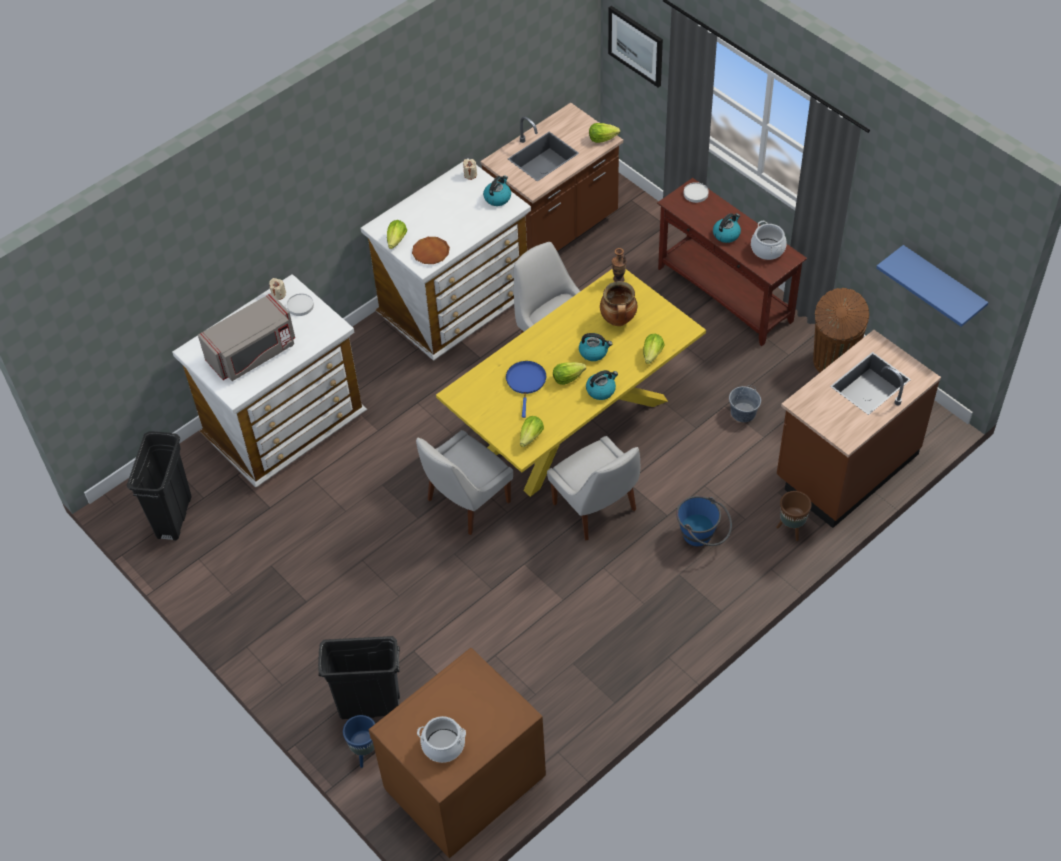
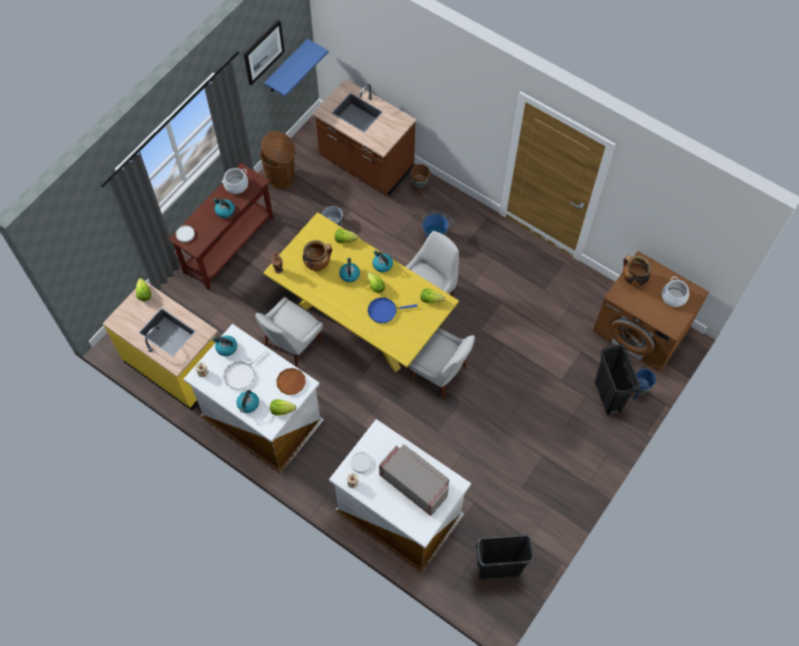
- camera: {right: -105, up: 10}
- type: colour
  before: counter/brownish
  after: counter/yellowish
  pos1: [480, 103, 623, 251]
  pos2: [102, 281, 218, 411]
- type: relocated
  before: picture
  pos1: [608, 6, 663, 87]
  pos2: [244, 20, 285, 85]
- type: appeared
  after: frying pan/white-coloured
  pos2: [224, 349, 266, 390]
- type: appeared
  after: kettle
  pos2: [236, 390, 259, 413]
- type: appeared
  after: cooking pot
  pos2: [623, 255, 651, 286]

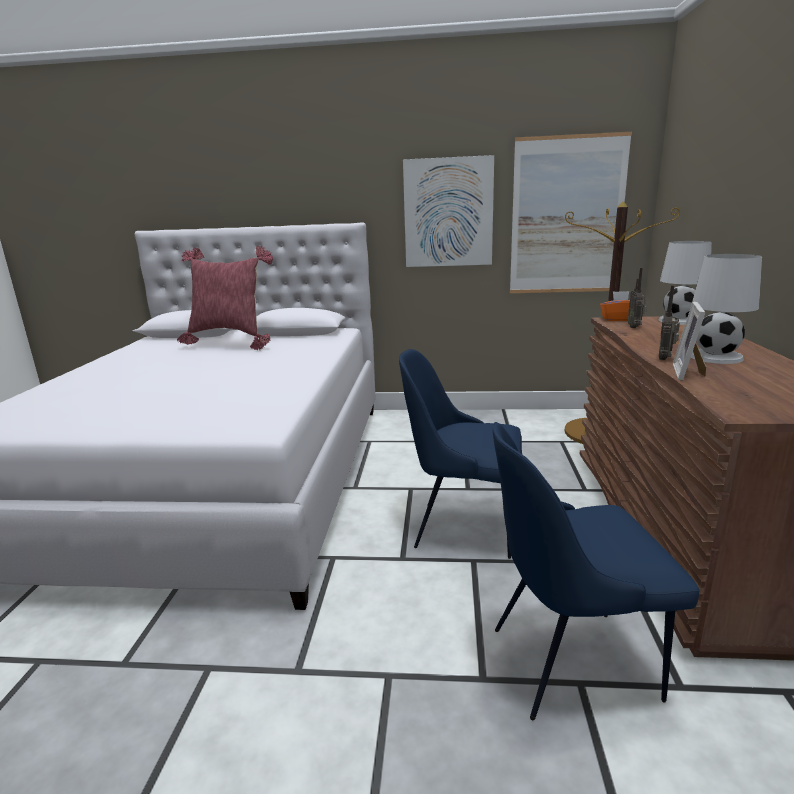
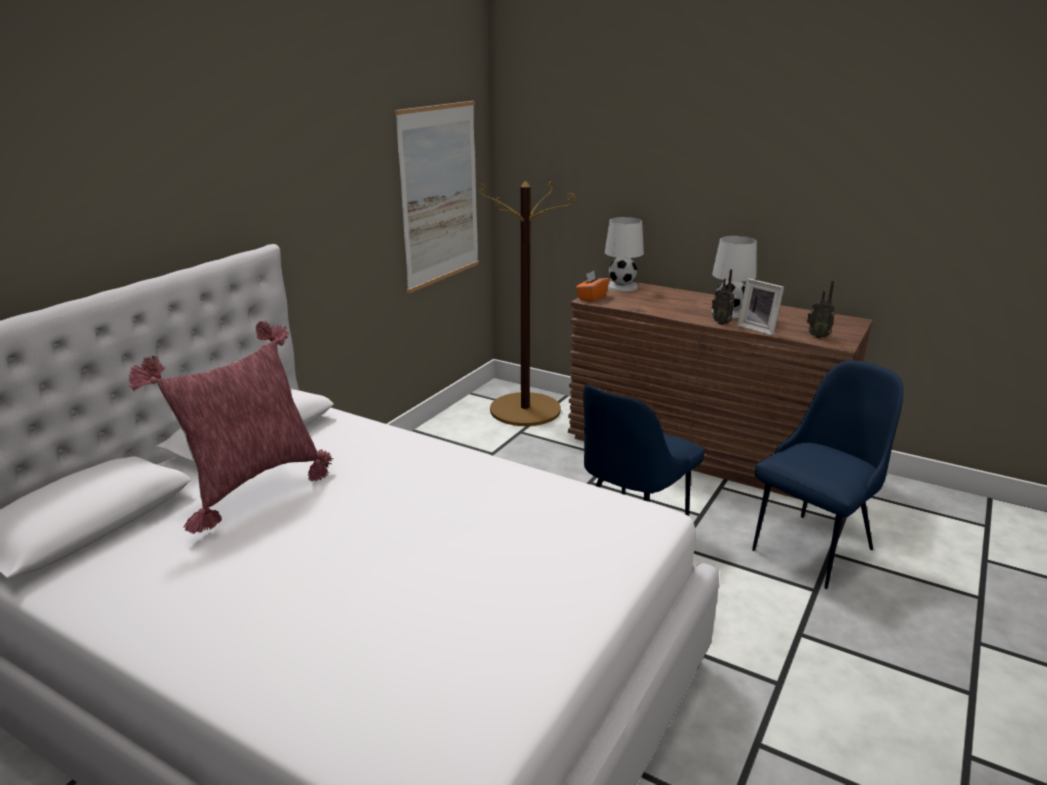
- camera: {right: -65, up: 5}
- type: missing
  before: picture
  pos1: [403, 155, 494, 267]
- type: spun
  before: chair/bluish
  pos1: [493, 422, 700, 720]
  pos2: [752, 360, 904, 589]
  turn: -150
- type: relocated
  before: radio set
  pos1: [628, 268, 647, 328]
  pos2: [807, 280, 835, 339]

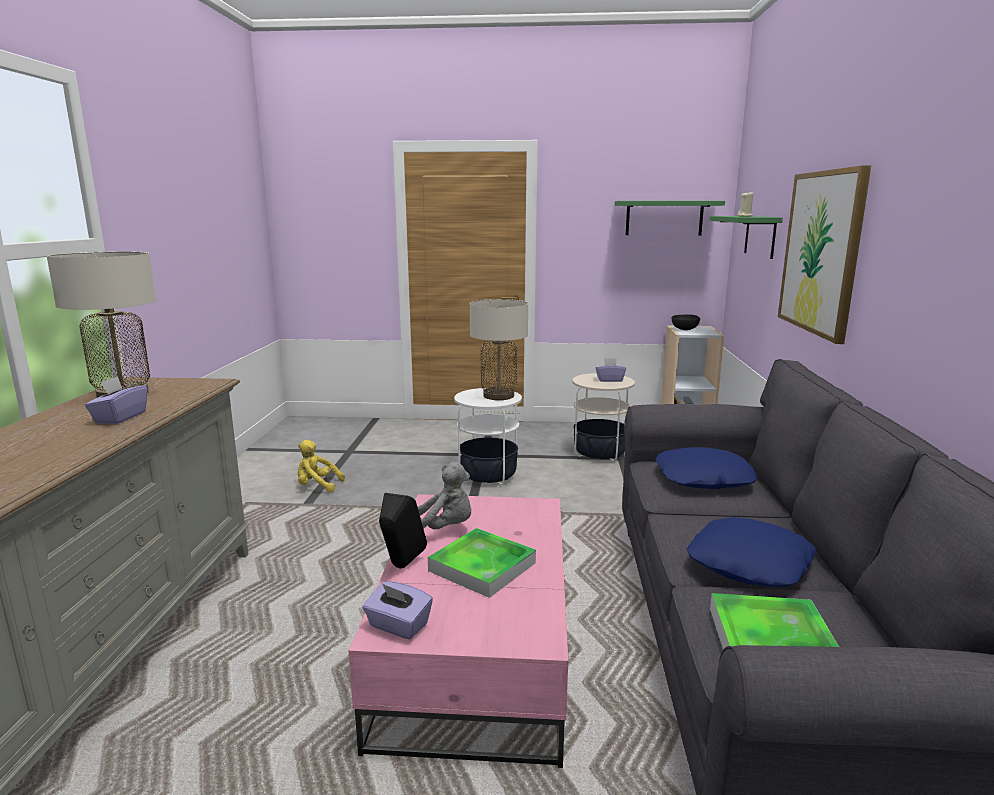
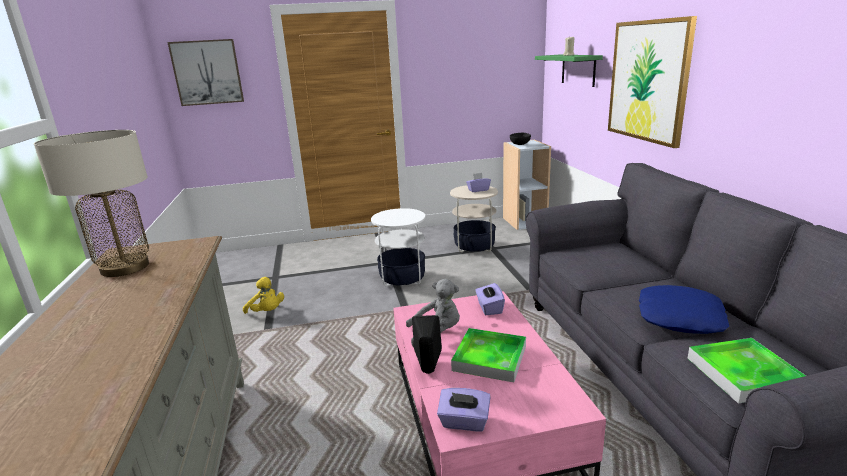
- camera: {right: -15, up: 5}
- type: relocated
  before: tissue holder/purplish
  pos1: [85, 376, 147, 424]
  pos2: [475, 283, 505, 315]
- type: spun
  before: cuddly toy/yellowish
  pos1: [298, 440, 345, 492]
  pos2: [243, 277, 284, 314]
  turn: -135
- type: missing
  before: table lamp
  pos1: [470, 299, 528, 400]
- type: missing
  before: shelf/greenish
  pos1: [615, 201, 725, 235]
- type: missing
  before: pillow/bluish
  pos1: [655, 447, 758, 489]
- type: appeared
  after: picture
  pos2: [167, 39, 244, 106]

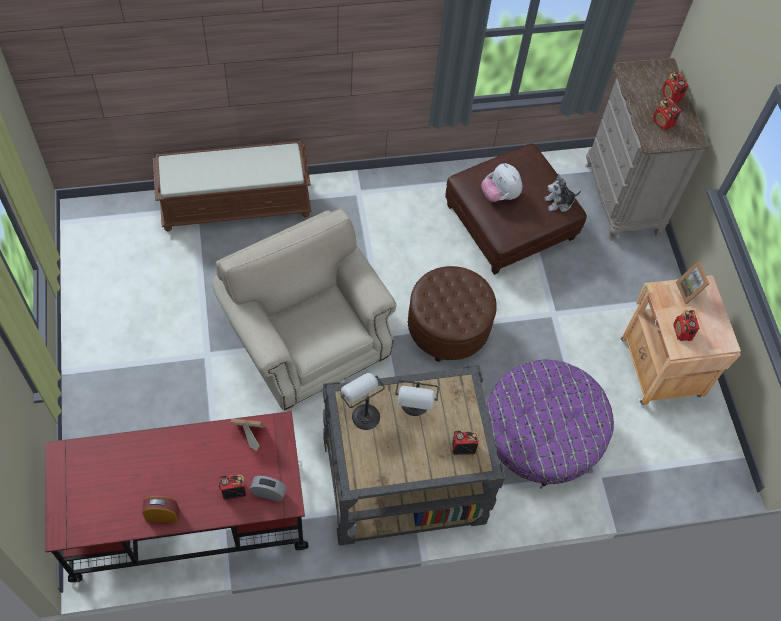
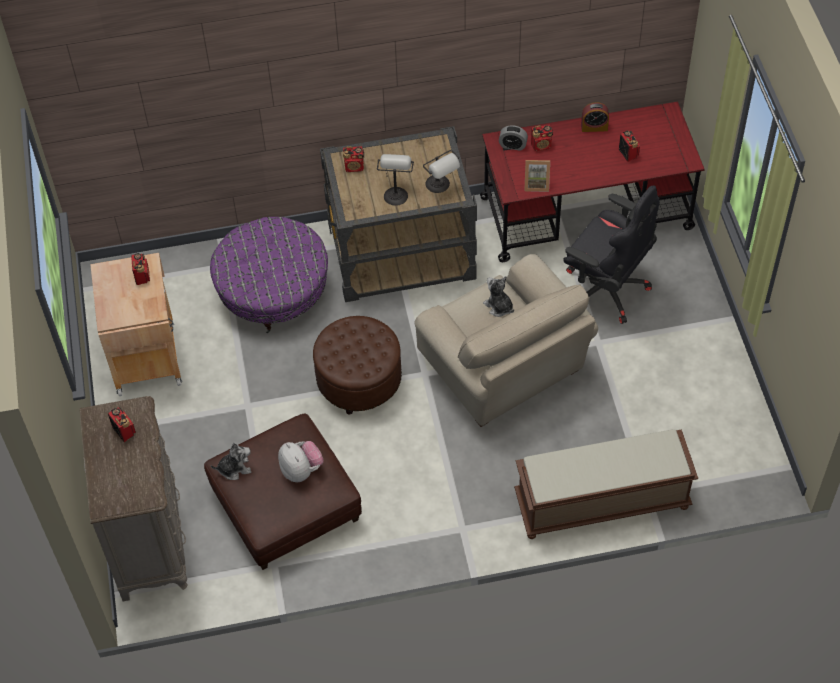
- camera: {right: -175, up: -5}
- type: relocated
  before: radio set
  pos1: [662, 71, 688, 103]
  pos2: [619, 131, 640, 162]
- type: missing
  before: picture frame
  pos1: [676, 261, 710, 304]
- type: appeared
  after: cuddly toy
  pos2: [483, 276, 514, 317]
- type: appeared
  after: desk chair/black-coloured
  pos2: [563, 185, 660, 324]

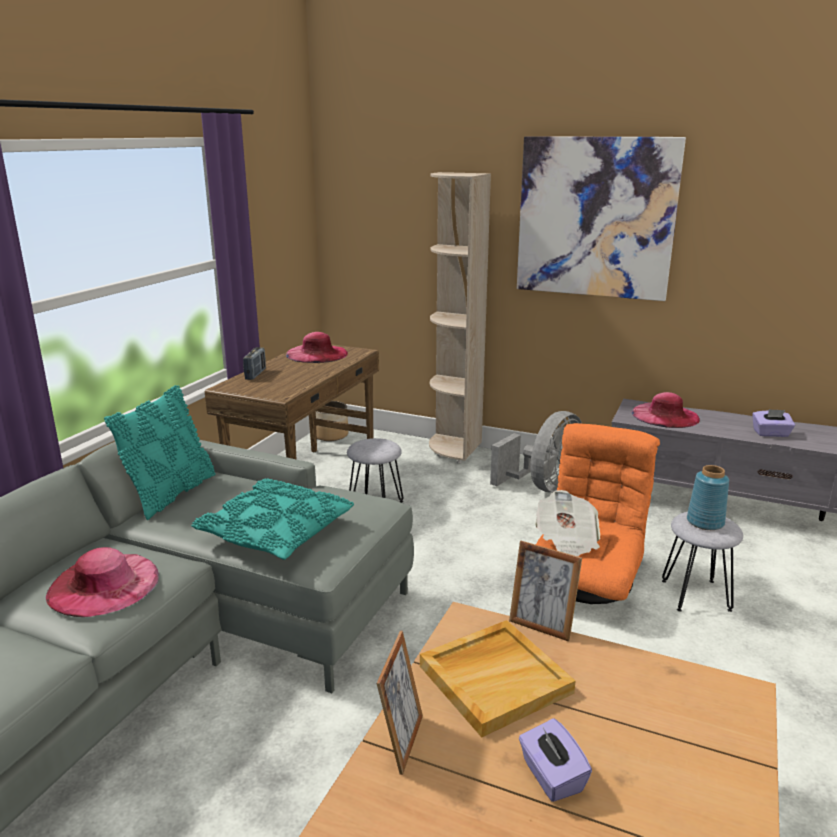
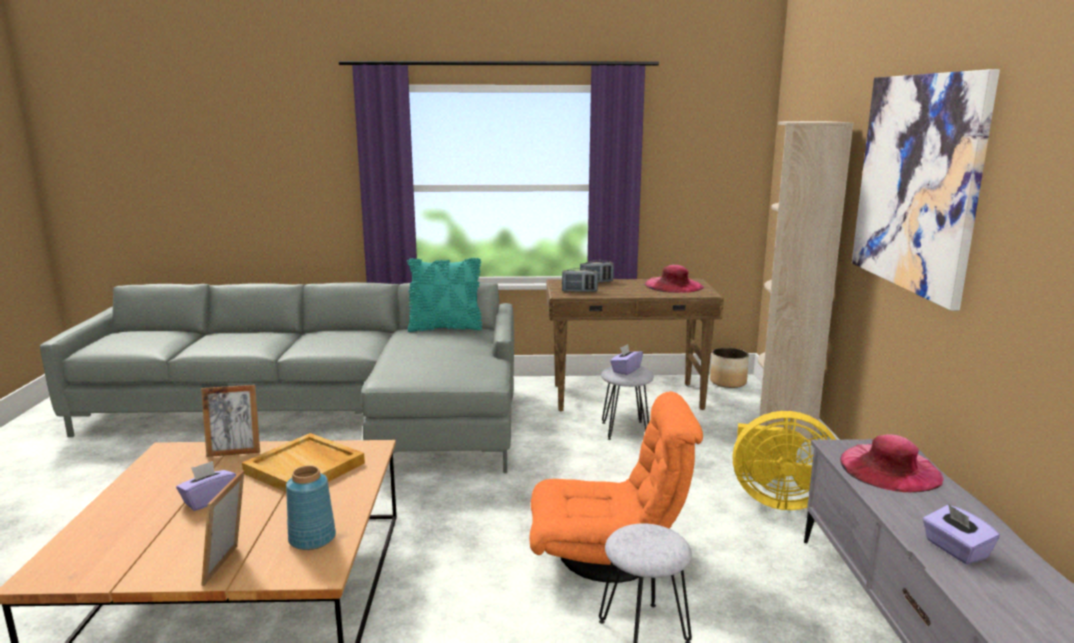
- camera: {right: 65, up: -5}
- type: missing
  before: hat/pinkish
  pos1: [45, 547, 159, 617]
- type: missing
  before: pillow/turquoise-coloured
  pos1: [191, 478, 354, 560]
- type: colour
  before: fan/gray
  after: fan/yellowish
  pos1: [490, 411, 582, 493]
  pos2: [733, 411, 836, 510]
- type: relocated
  before: picture frame
  pos1: [509, 541, 582, 642]
  pos2: [201, 470, 244, 586]
- type: missing
  before: newspaper
  pos1: [535, 490, 600, 556]
- type: relocated
  before: flower vase/bluish
  pos1: [687, 465, 729, 530]
  pos2: [286, 466, 336, 550]
- type: appeared
  after: radio set
  pos2: [562, 268, 598, 292]
- type: appeared
  after: tissue holder/purplish
  pos2: [610, 344, 643, 375]

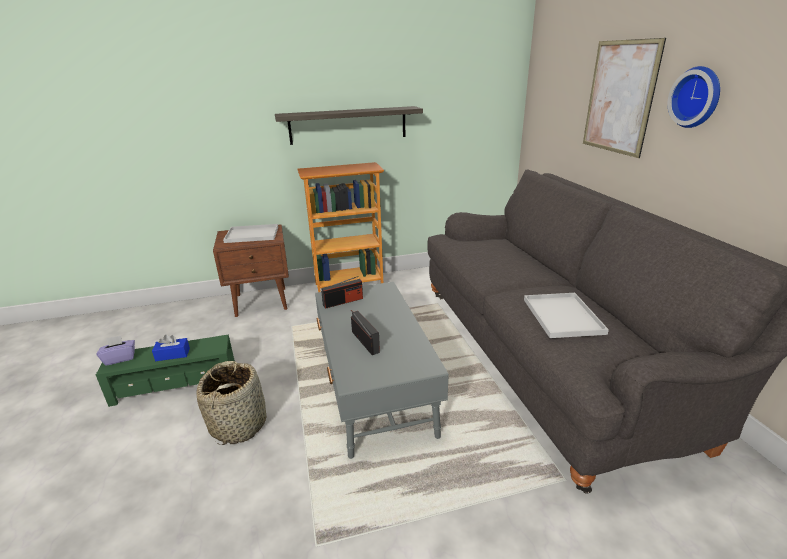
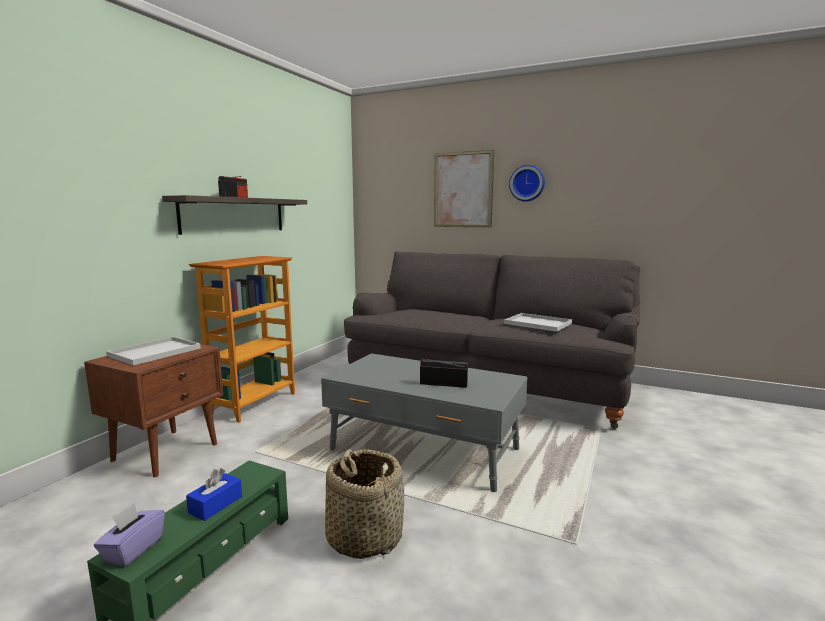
- camera: {right: -50, up: -15}
- type: relocated
  before: radio set
  pos1: [321, 276, 363, 309]
  pos2: [218, 176, 248, 198]

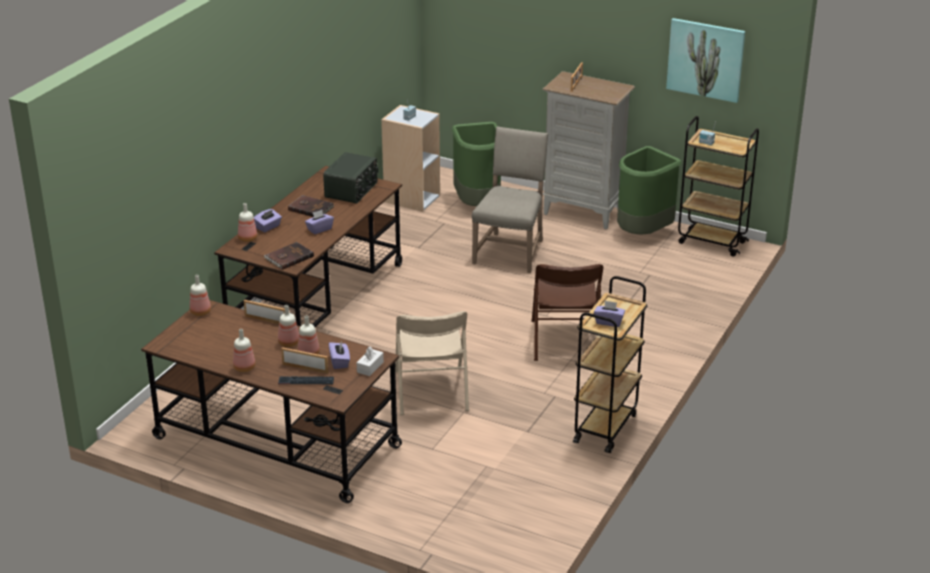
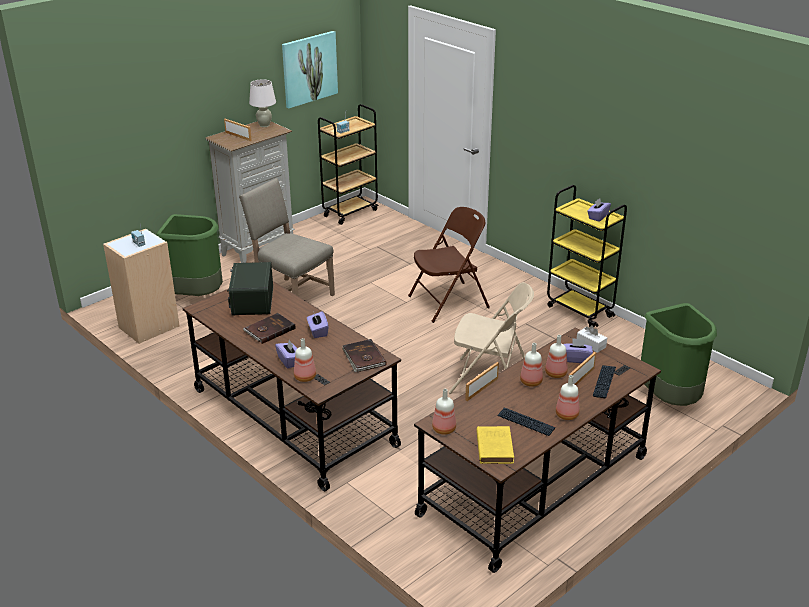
- camera: {right: -70, up: 0}
- type: spun
  before: radio set
  pos1: [323, 152, 378, 204]
  pos2: [227, 262, 273, 316]
  turn: -135
- type: spun
  before: chair/brownish
  pos1: [531, 264, 603, 361]
  pos2: [408, 207, 490, 323]
  turn: -45
- type: colour
  before: cart/brownish
  after: cart/yellowish
  pos1: [573, 276, 647, 453]
  pos2: [547, 185, 627, 327]
- type: relocated
  before: rubbish bin/greenish
  pos1: [617, 146, 681, 234]
  pos2: [641, 303, 717, 406]
- type: appeared
  after: table lamp/white-coloured
  pos2: [249, 79, 276, 127]
- type: appeared
  after: book/yellowish
  pos2: [476, 426, 514, 464]
- type: appeared
  after: computer keyboard
  pos2: [497, 407, 555, 436]

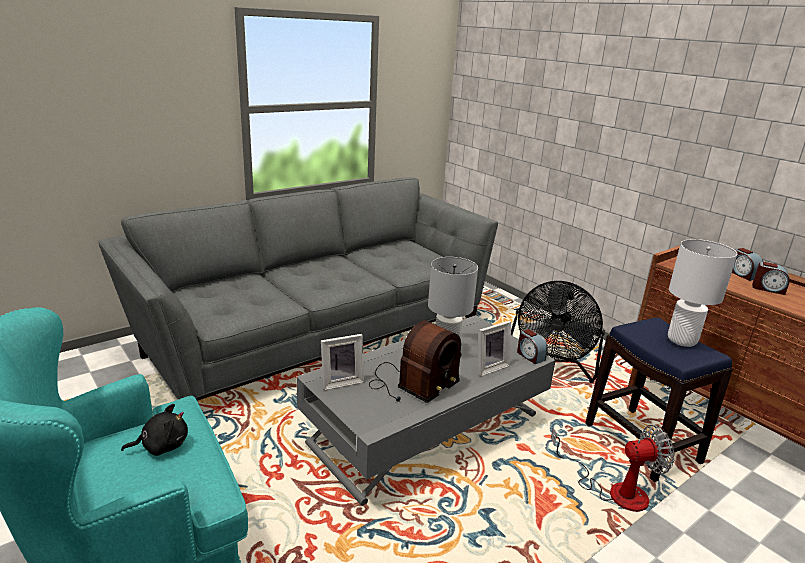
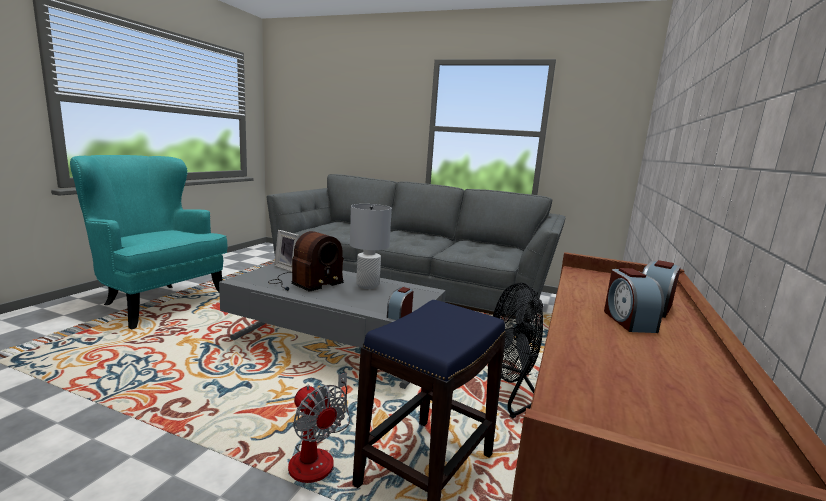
- camera: {right: 60, up: -10}
- type: missing
  before: cuddly toy/black-coloured
  pos1: [121, 404, 188, 456]
- type: spun
  before: radio set
  pos1: [369, 321, 462, 403]
  pos2: [268, 231, 344, 292]
  turn: -60
- type: missing
  before: picture frame
  pos1: [479, 321, 511, 376]
- type: missing
  before: table lamp/white-coloured
  pos1: [668, 239, 737, 347]

